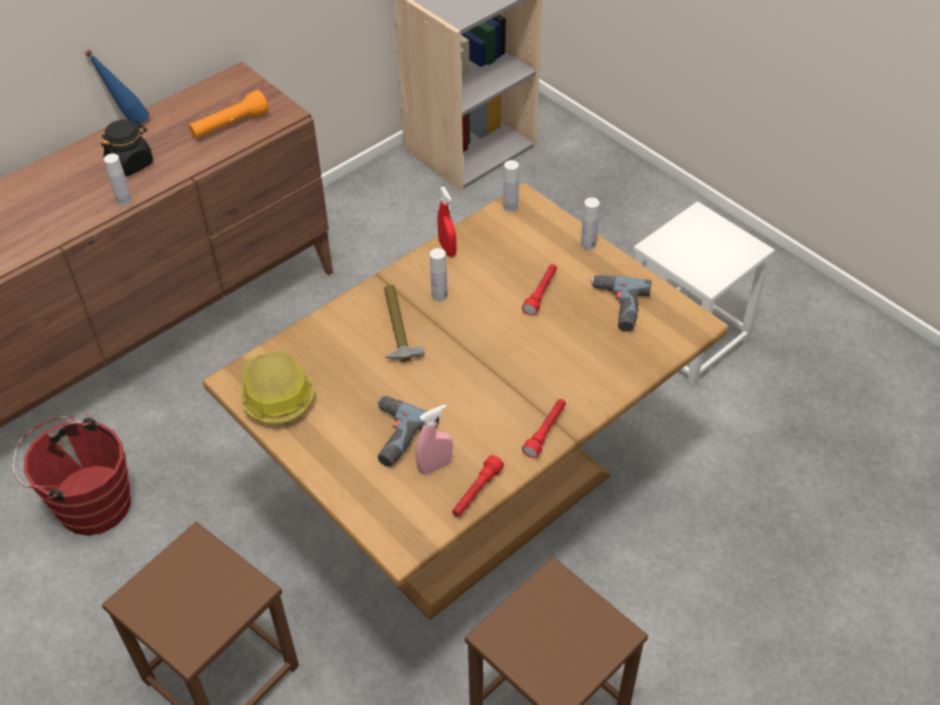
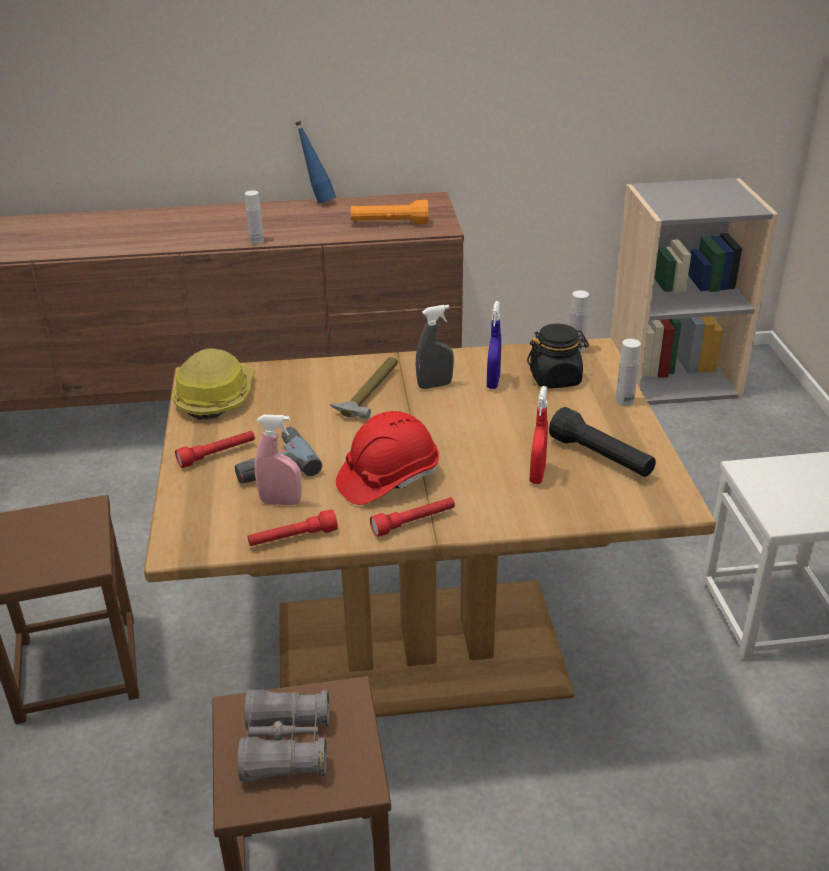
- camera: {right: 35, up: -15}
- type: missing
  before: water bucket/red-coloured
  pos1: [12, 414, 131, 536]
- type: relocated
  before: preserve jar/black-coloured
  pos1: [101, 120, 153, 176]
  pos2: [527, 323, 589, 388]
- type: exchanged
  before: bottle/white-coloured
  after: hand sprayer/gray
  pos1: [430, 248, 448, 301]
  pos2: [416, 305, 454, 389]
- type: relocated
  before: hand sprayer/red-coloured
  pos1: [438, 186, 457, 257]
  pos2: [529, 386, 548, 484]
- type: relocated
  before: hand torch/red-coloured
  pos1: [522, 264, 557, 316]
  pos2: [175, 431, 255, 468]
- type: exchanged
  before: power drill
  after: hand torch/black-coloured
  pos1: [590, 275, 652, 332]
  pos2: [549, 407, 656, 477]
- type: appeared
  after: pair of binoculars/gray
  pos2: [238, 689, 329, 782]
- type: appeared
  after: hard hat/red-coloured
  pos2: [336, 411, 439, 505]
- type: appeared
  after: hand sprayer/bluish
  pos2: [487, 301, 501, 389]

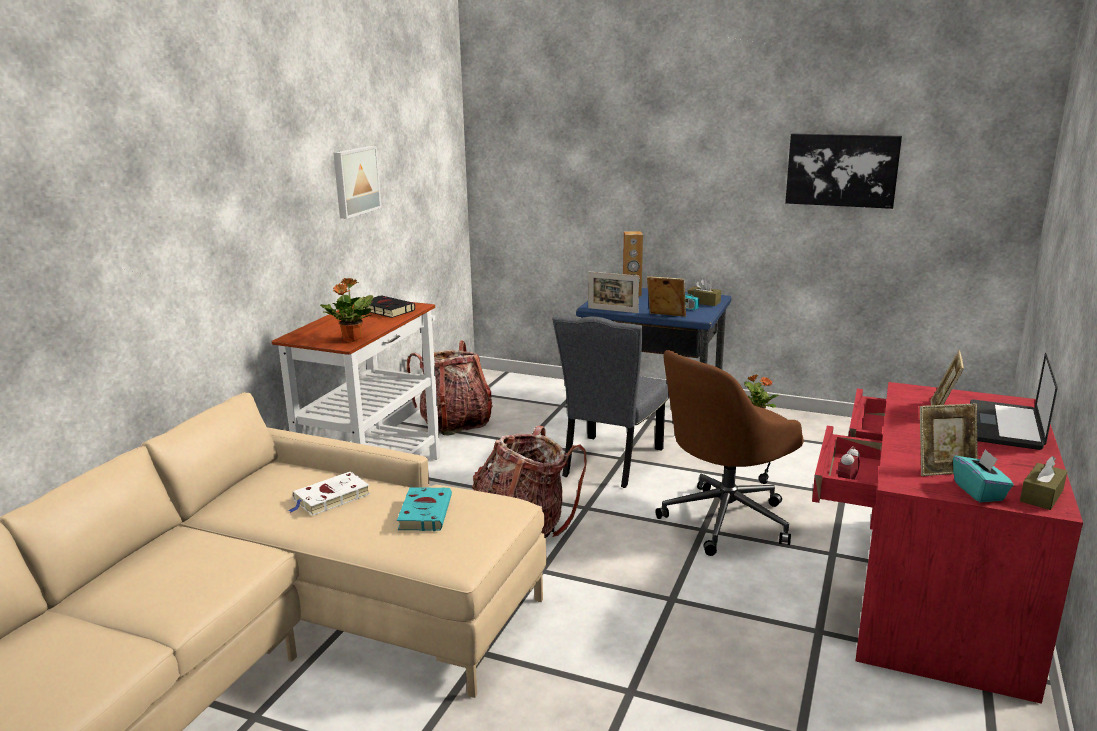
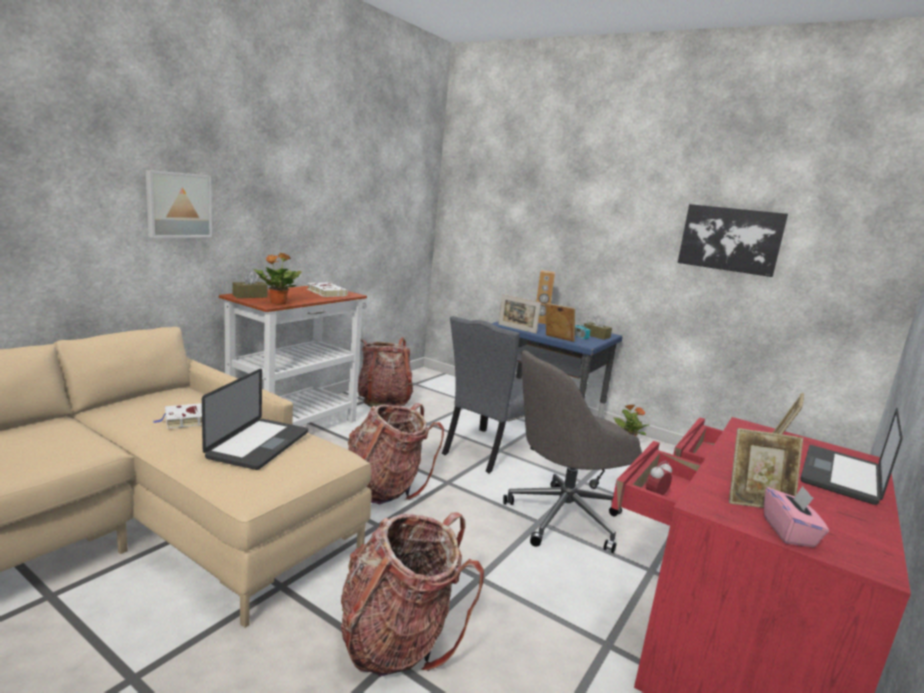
- camera: {right: 10, up: -5}
- type: relocated
  before: picture
  pos1: [334, 146, 382, 219]
  pos2: [146, 170, 212, 238]
- type: colour
  before: book/black-coloured
  after: book/white-coloured
  pos1: [364, 295, 415, 318]
  pos2: [307, 282, 348, 297]
- type: exchanged
  before: book/turquoise-coloured
  after: portable computer
  pos1: [397, 487, 452, 531]
  pos2: [202, 369, 308, 470]
- type: colour
  before: desk chair/brownish
  after: desk chair/gray
  pos1: [656, 350, 803, 556]
  pos2: [503, 350, 642, 553]
- type: colour
  before: tissue holder/turquoise-coloured
  after: tissue holder/pinkish
  pos1: [953, 449, 1014, 502]
  pos2: [764, 486, 829, 547]
- type: relocated
  before: tissue holder/brownish
  pos1: [1020, 456, 1067, 510]
  pos2: [233, 271, 268, 298]
- type: appeared
  after: knapsack
  pos2: [341, 512, 484, 677]

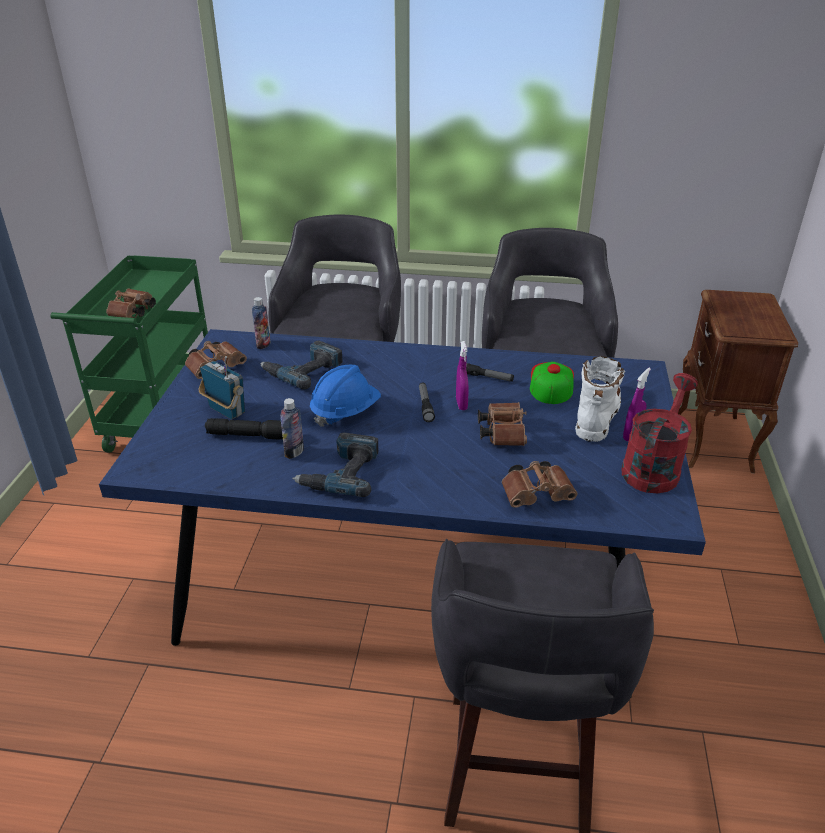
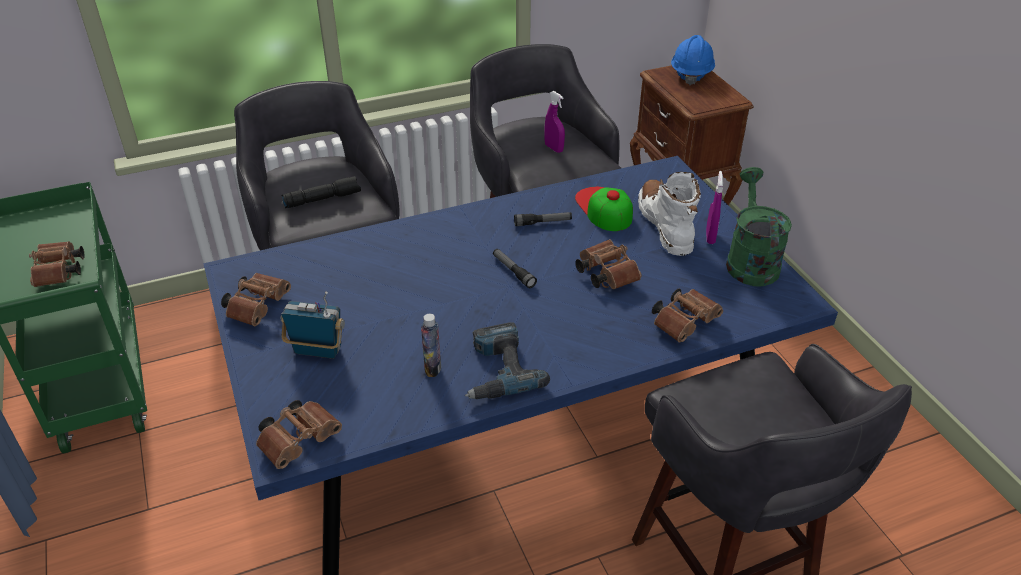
- camera: {right: -30, up: 5}
- type: relocated
  before: hand torch/black-coloured
  pos1: [205, 418, 283, 440]
  pos2: [281, 176, 361, 208]
- type: missing
  before: bottle
  pos1: [252, 297, 270, 349]
- type: missing
  before: power drill
  pos1: [260, 340, 343, 389]
- type: relocated
  before: hard hat/bluish
  pos1: [310, 365, 381, 427]
  pos2: [671, 35, 715, 85]
- type: relocated
  before: hand sprayer/purplish
  pos1: [456, 341, 469, 410]
  pos2: [544, 91, 565, 153]
- type: colour
  before: watering pot/red-coloured
  after: watering pot/greenish
  pos1: [621, 373, 698, 493]
  pos2: [726, 167, 792, 287]
- type: appeared
  after: pair of binoculars/brownish
  pos2: [256, 400, 342, 469]

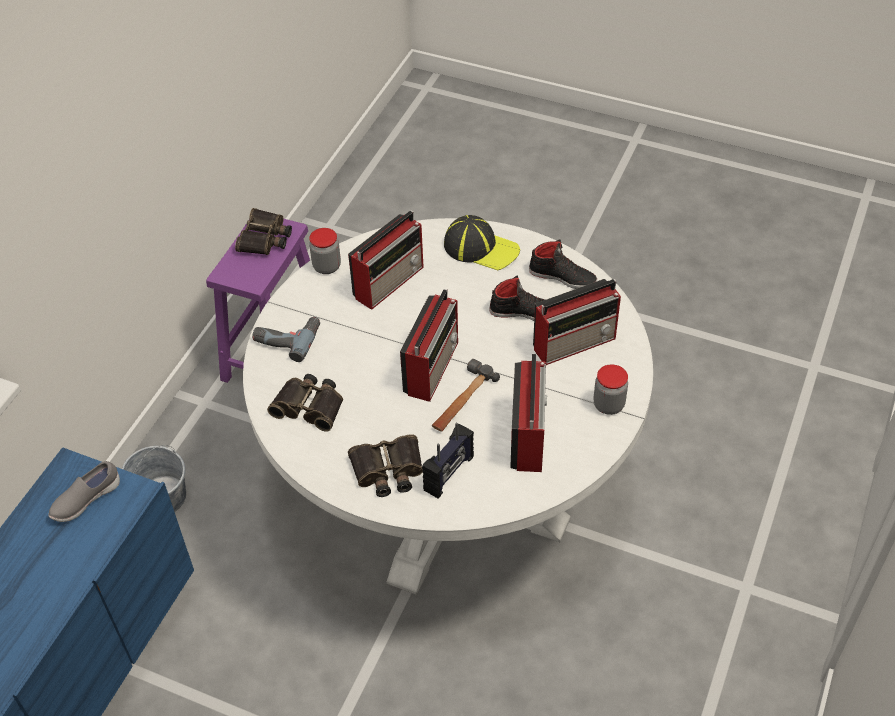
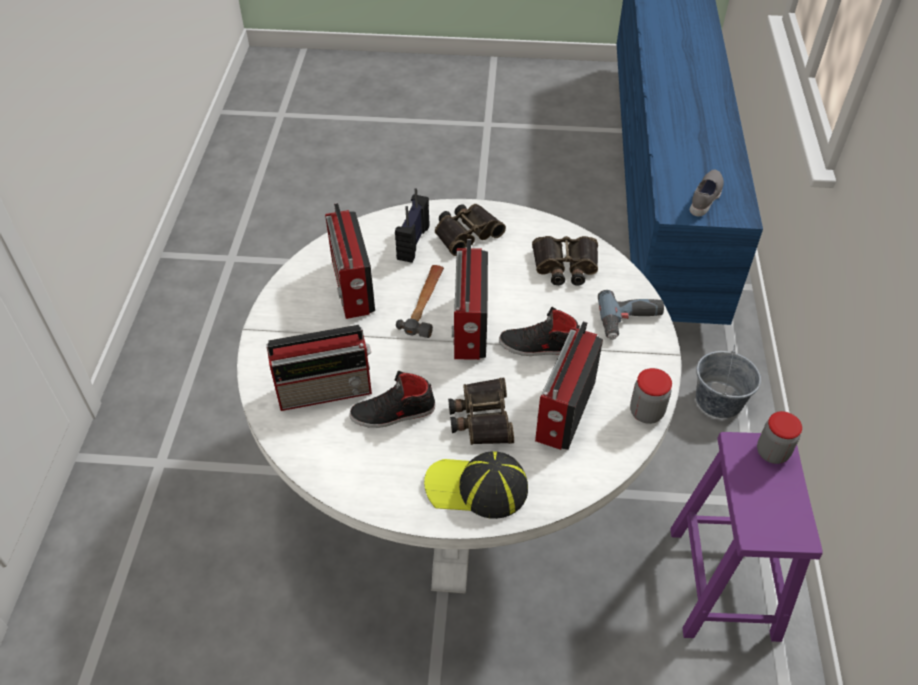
- camera: {right: 160, up: 0}
- type: relocated
  before: pair of binoculars
  pos1: [235, 208, 292, 255]
  pos2: [448, 377, 514, 445]
- type: relocated
  before: item of footwear/black-coloured
  pos1: [529, 239, 597, 289]
  pos2: [499, 307, 580, 356]
- type: spun
  before: radio set
  pos1: [533, 279, 621, 365]
  pos2: [266, 325, 372, 411]
  turn: -150
- type: relocated
  before: preserve jar
  pos1: [594, 364, 628, 415]
  pos2: [757, 411, 802, 464]

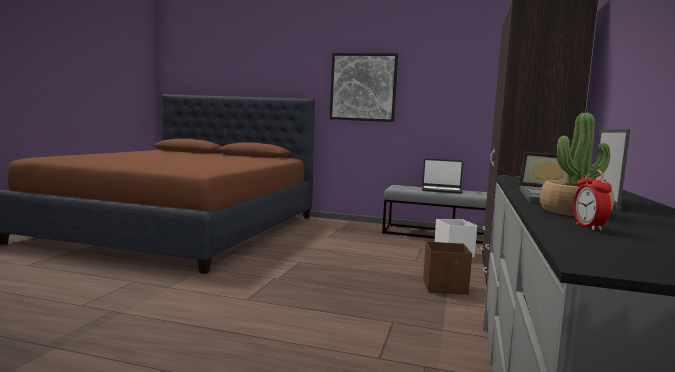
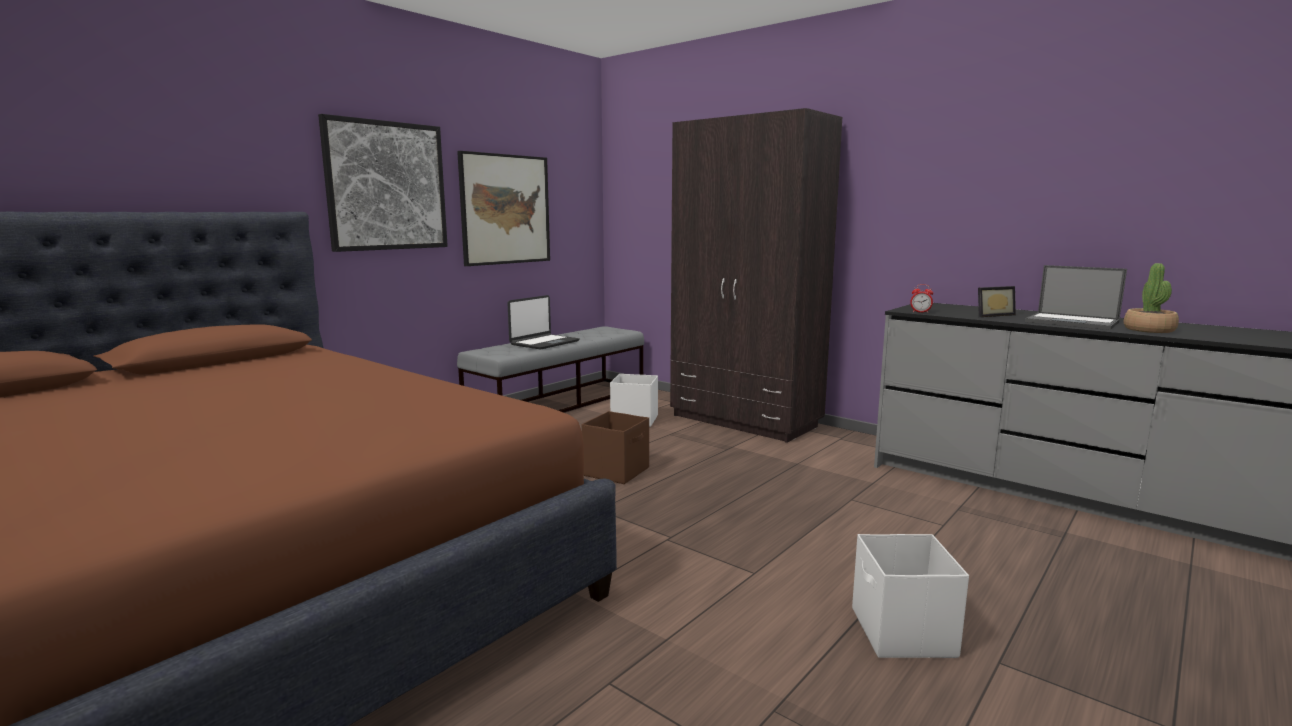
- camera: {right: -65, up: 5}
- type: relocated
  before: storage container/brownish
  pos1: [423, 241, 472, 295]
  pos2: [582, 411, 649, 484]
- type: relocated
  before: table clock
  pos1: [573, 169, 612, 231]
  pos2: [910, 284, 933, 313]
- type: appeared
  after: picture
  pos2: [457, 151, 550, 266]
- type: appeared
  after: storage container/white-coloured
  pos2: [852, 534, 969, 658]

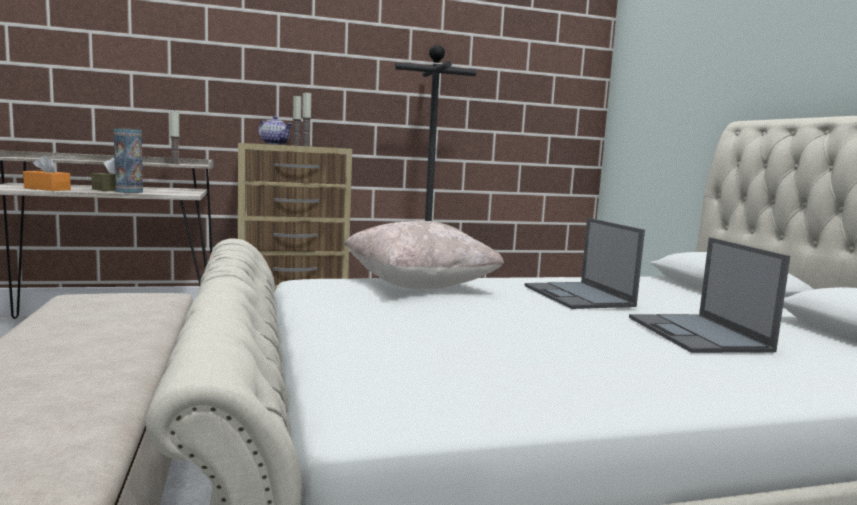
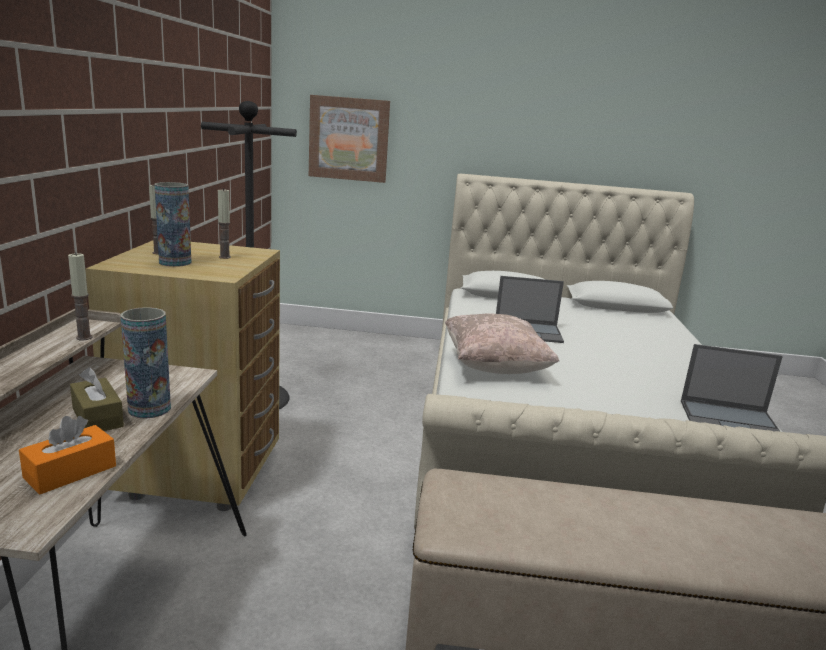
- camera: {right: -70, up: 10}
- type: exchanged
  before: tea pot
  after: flower vase
  pos1: [258, 116, 292, 145]
  pos2: [155, 182, 191, 267]
- type: relocated
  before: portable computer
  pos1: [629, 237, 790, 353]
  pos2: [681, 344, 783, 432]
- type: appeared
  after: picture
  pos2: [309, 95, 390, 183]

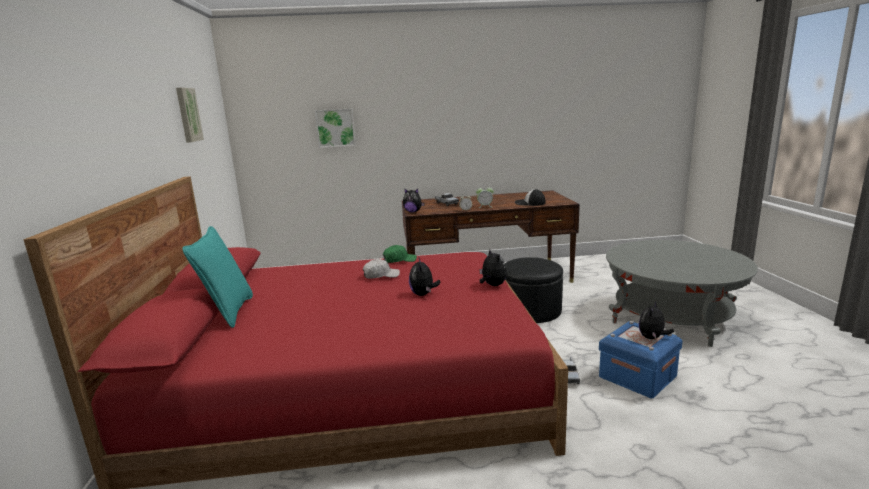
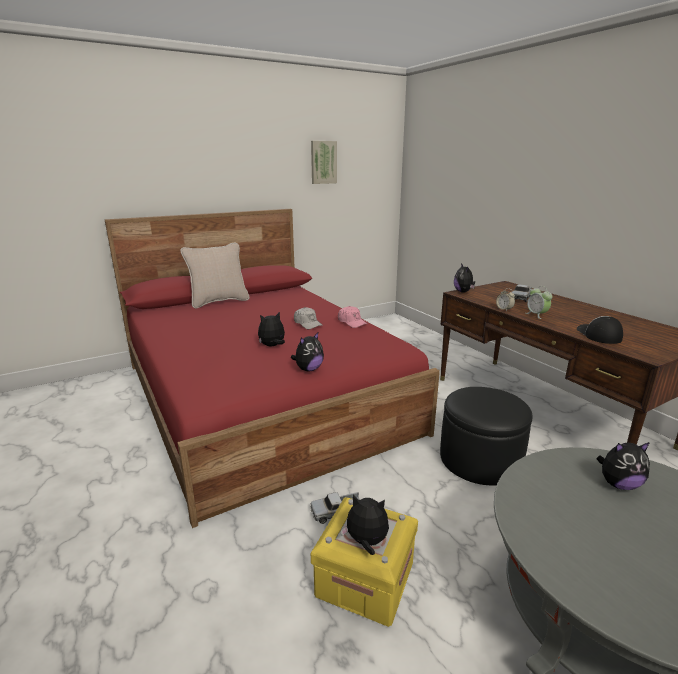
- camera: {right: 65, up: 5}
- type: colour
  before: pillow/turquoise-coloured
  after: pillow/beige
  pos1: [182, 226, 253, 328]
  pos2: [180, 243, 249, 309]
- type: missing
  before: picture
  pos1: [315, 109, 356, 148]
- type: colour
  before: baseball cap/greenish
  after: baseball cap/pinkish
  pos1: [383, 245, 417, 263]
  pos2: [338, 306, 367, 328]
- type: colour
  before: storage container/bluish
  after: storage container/yellowish
  pos1: [599, 321, 683, 399]
  pos2: [311, 497, 418, 627]
- type: appeared
  after: cuddly toy
  pos2: [596, 442, 650, 490]

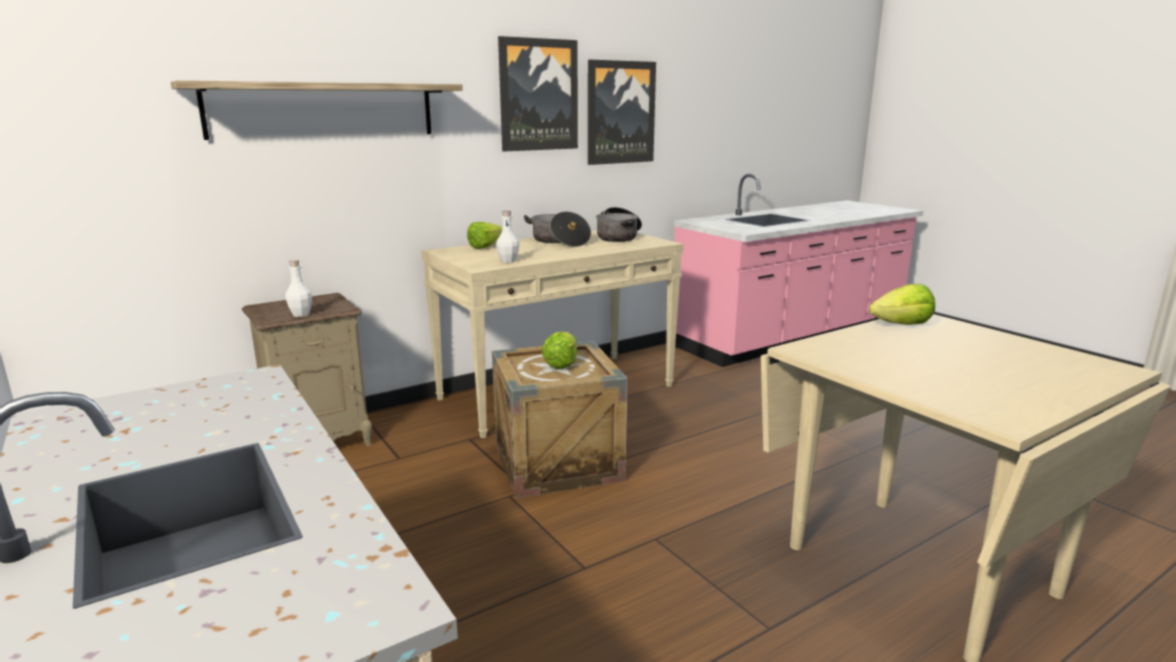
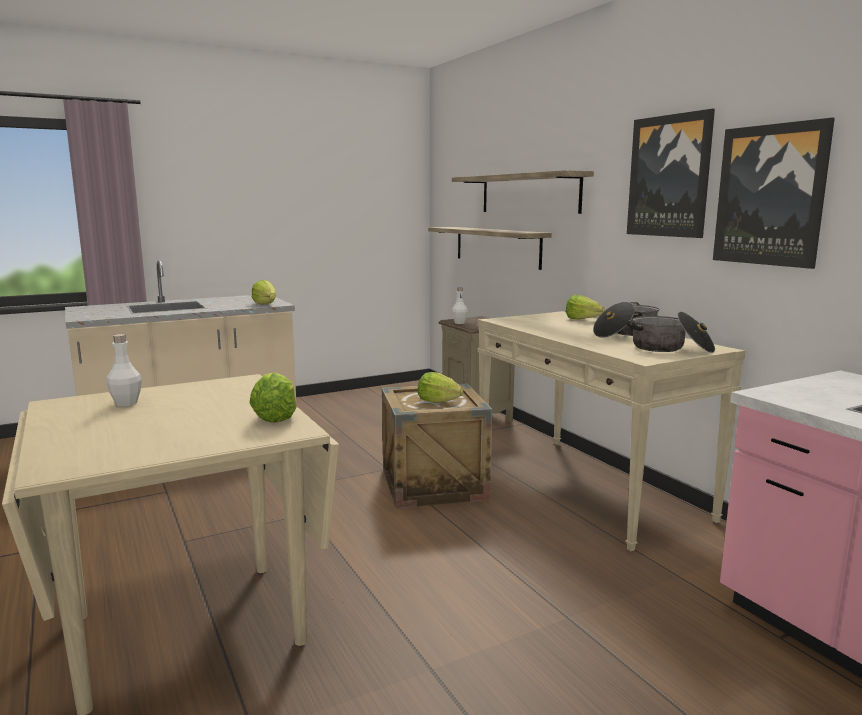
- camera: {right: 95, up: -5}
- type: relocated
  before: bottle/white-coloured
  pos1: [496, 210, 519, 263]
  pos2: [106, 334, 142, 406]
- type: appeared
  after: lettuce head
  pos2: [252, 280, 276, 305]
- type: appeared
  after: shelf
  pos2: [428, 227, 552, 270]

